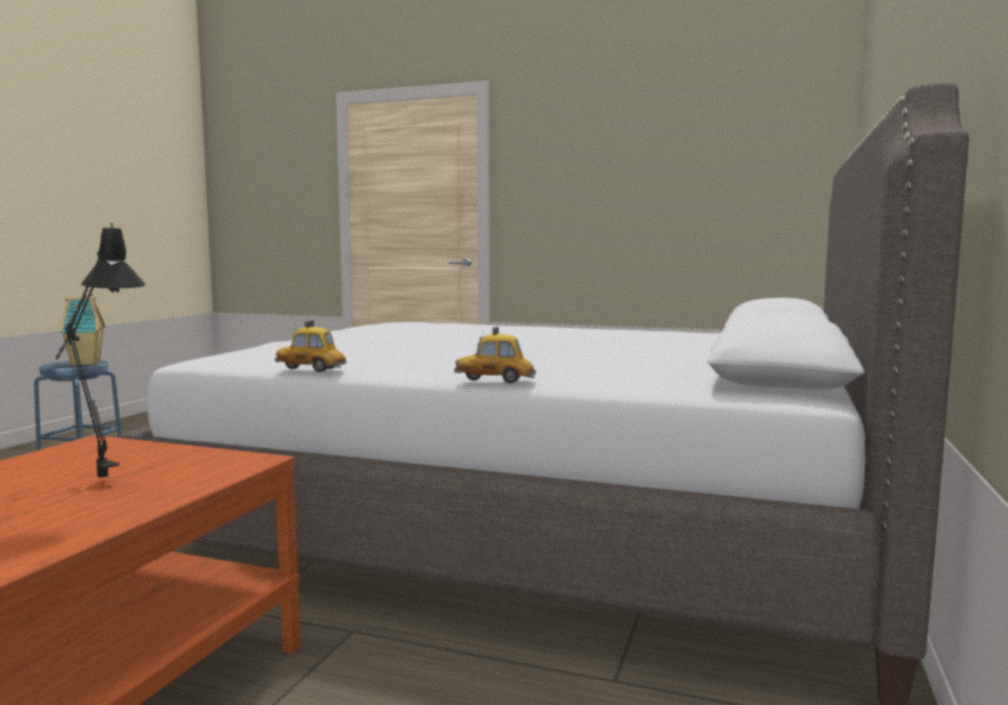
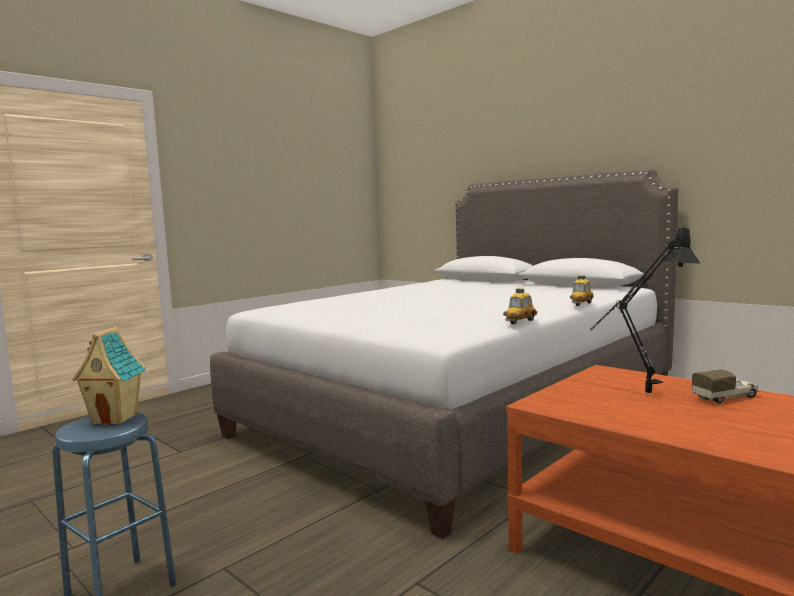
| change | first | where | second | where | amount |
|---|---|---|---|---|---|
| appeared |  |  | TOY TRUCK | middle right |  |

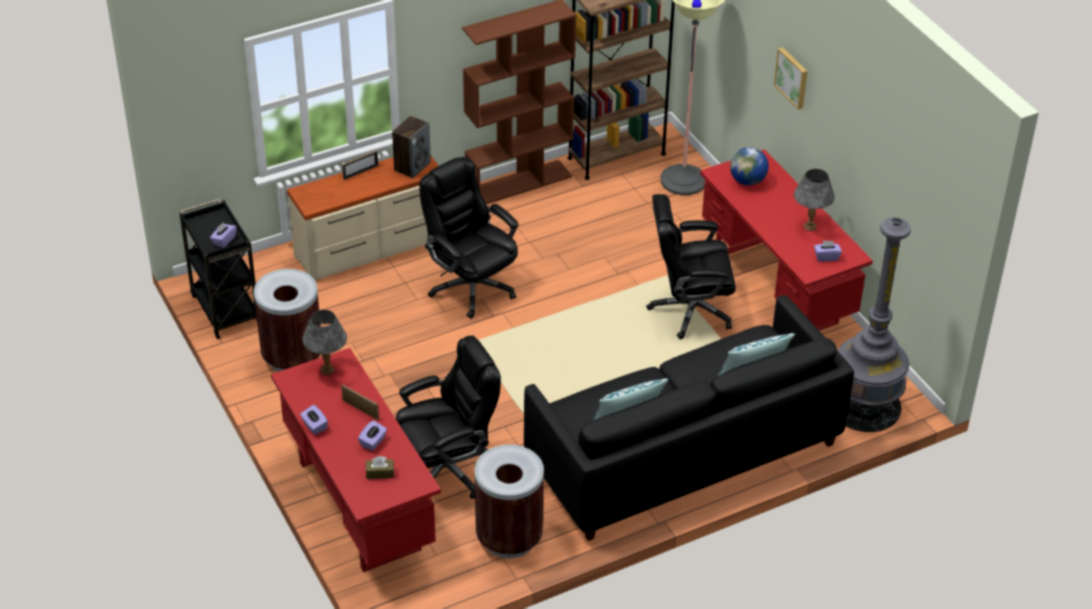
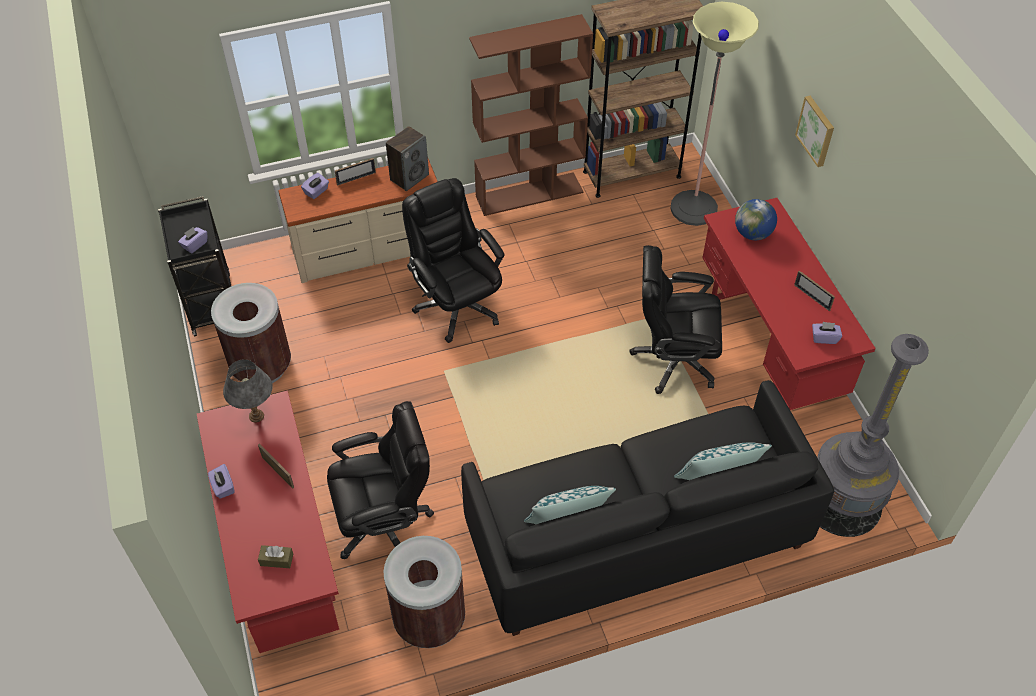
| change | first | where | second | where | amount |
|---|---|---|---|---|---|
| relocated | PURPLISH TISSUE BOX (no. 3 from left) | bottom centre |  | top left |  |
| exchanged | GREY LAMP FOR A TABLE (no. 2 from left) | top right | PICTURE FRAME (no. 3 from left) | middle right |  |

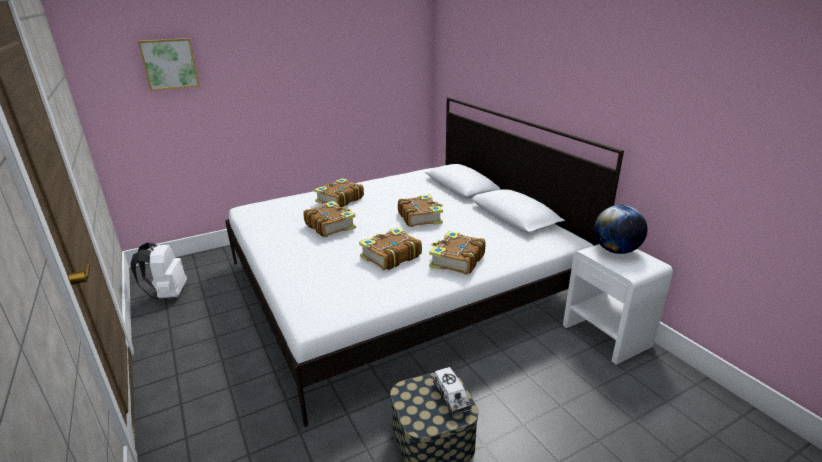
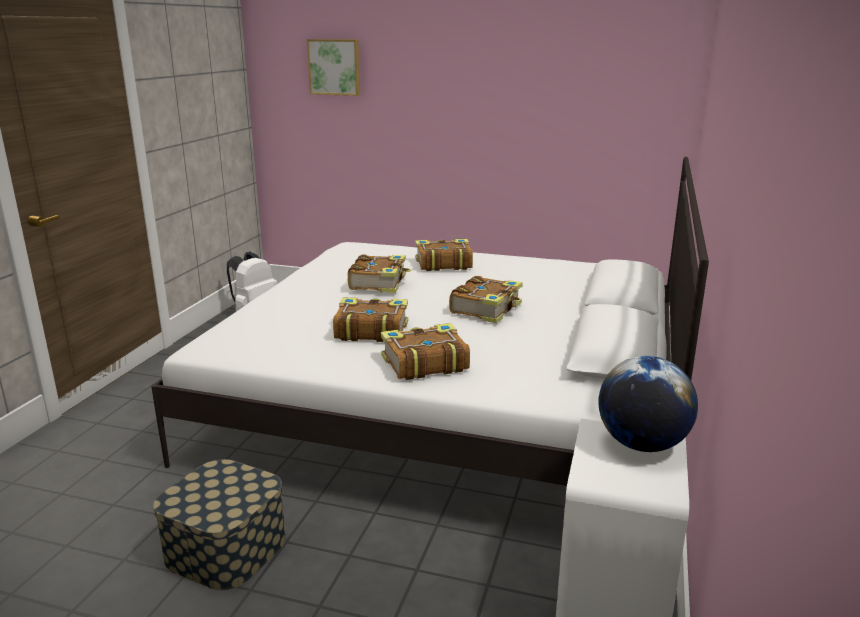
| change | first | where | second | where | amount |
|---|---|---|---|---|---|
| missing | TOY TRUCK | bottom centre |  |  |  |

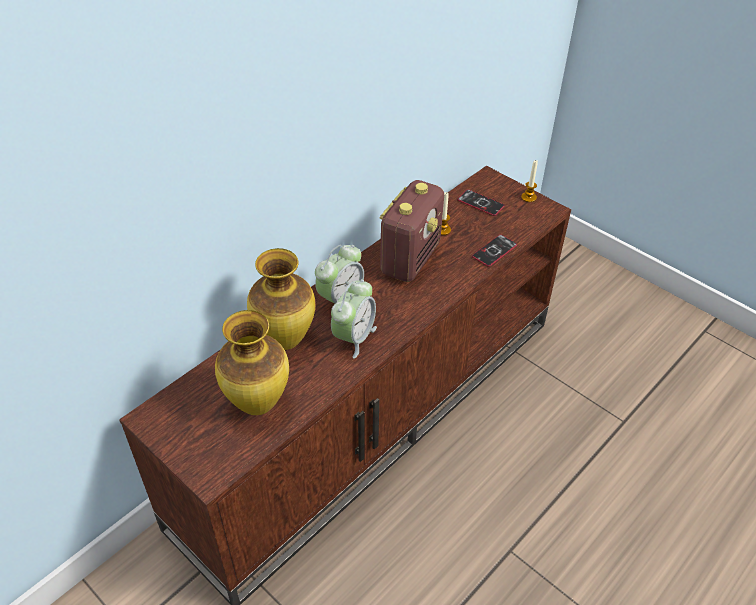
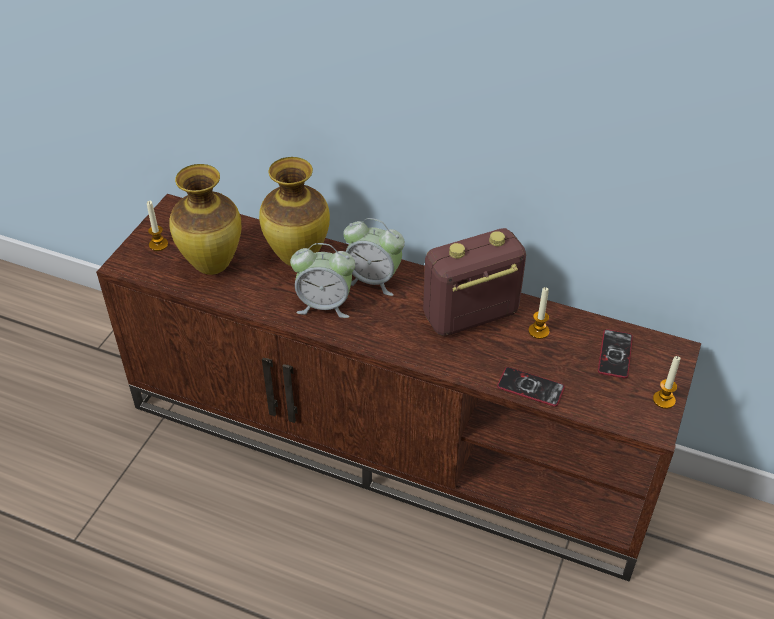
| change | first | where | second | where | amount |
|---|---|---|---|---|---|
| appeared |  |  | WAX CANDLE (no. 1 from left) | middle left |  |
| spun | RADIO SET | centre |  | centre | 150 degrees clockwise |

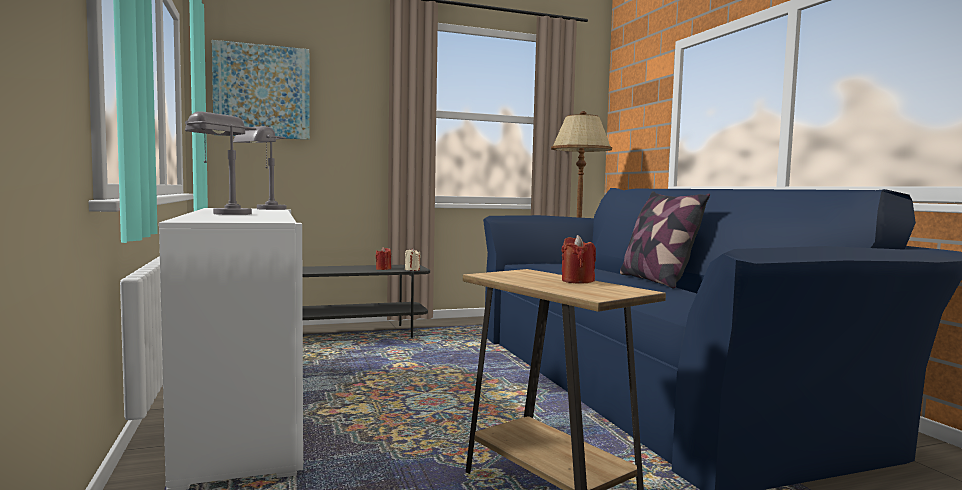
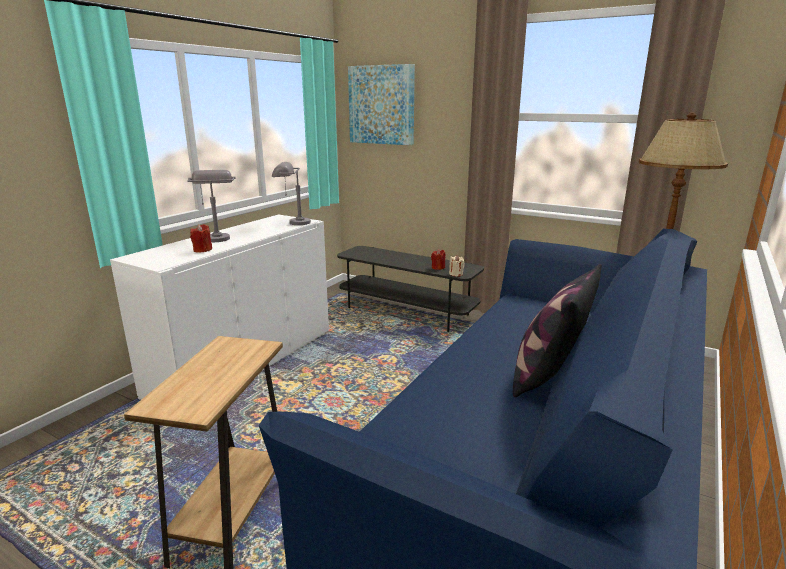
| change | first | where | second | where | amount |
|---|---|---|---|---|---|
| relocated | RED WAX CANDLE (no. 2 from left in the first image) | centre | RED WAX CANDLE (no. 1 from left) | middle left |  |

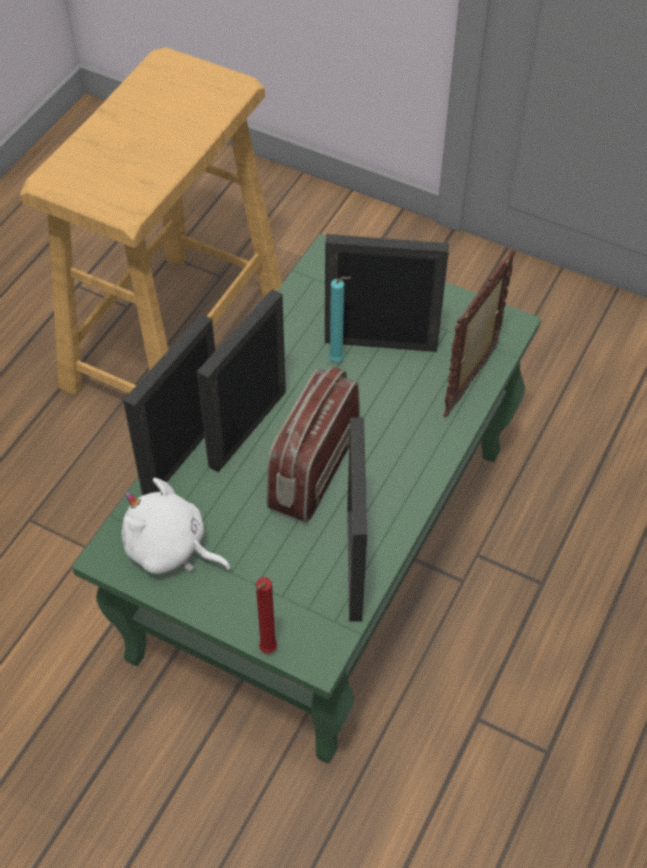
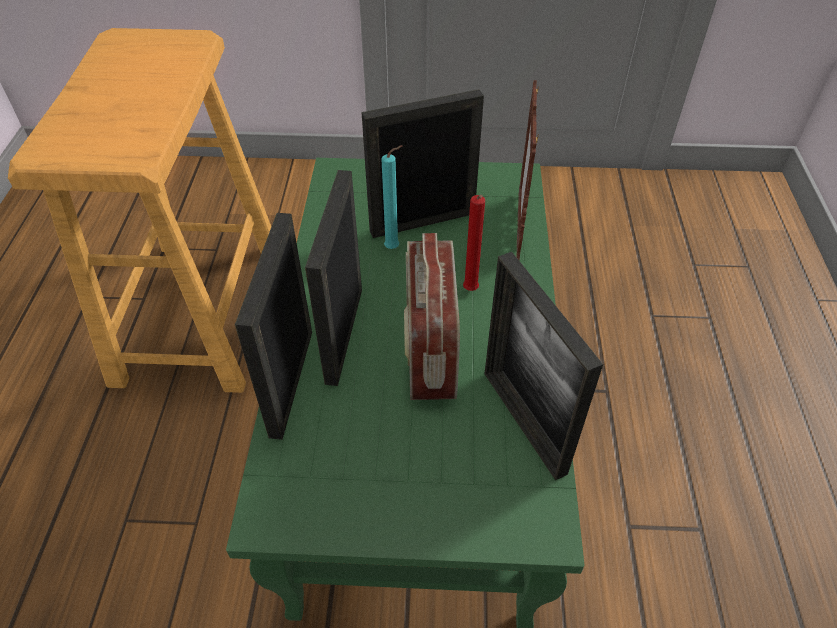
| change | first | where | second | where | amount |
|---|---|---|---|---|---|
| relocated | RED WAX CANDLE | bottom centre |  | centre |  |
| missing | WHITE SOFT TOY | middle left |  |  |  |

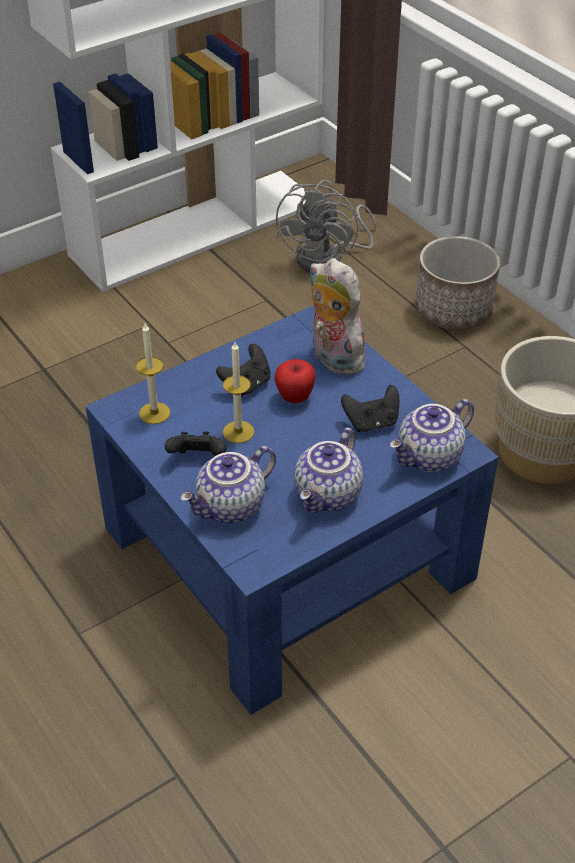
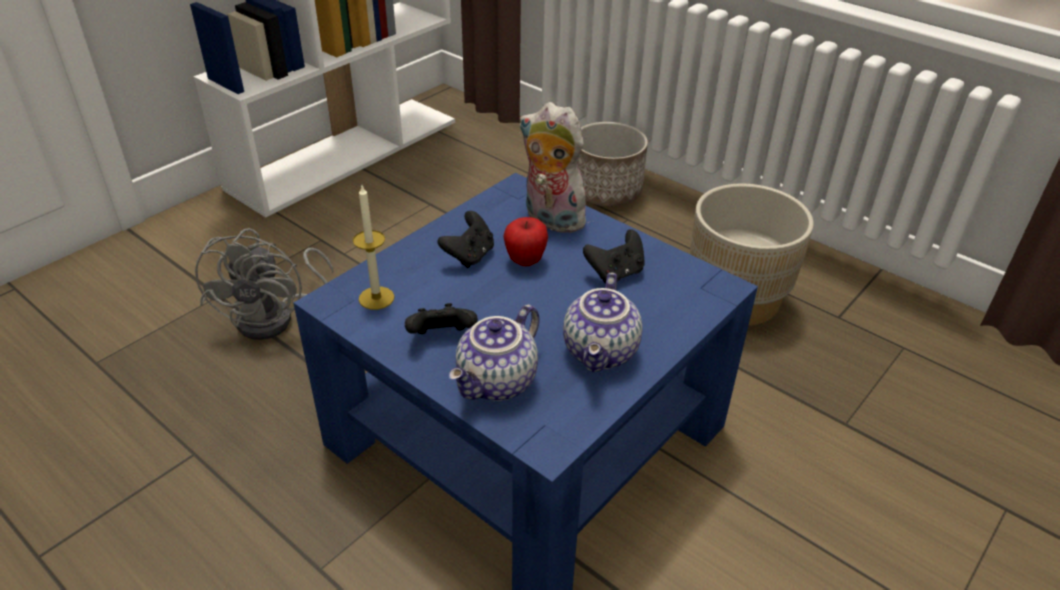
| change | first | where | second | where | amount |
|---|---|---|---|---|---|
| relocated | GREY FAN | top centre |  | middle left |  |
| missing | WAX CANDLE (no. 2 from left) | centre |  |  |  |
| missing | POT FOR TEA (no. 3 from left) | middle right |  |  |  |

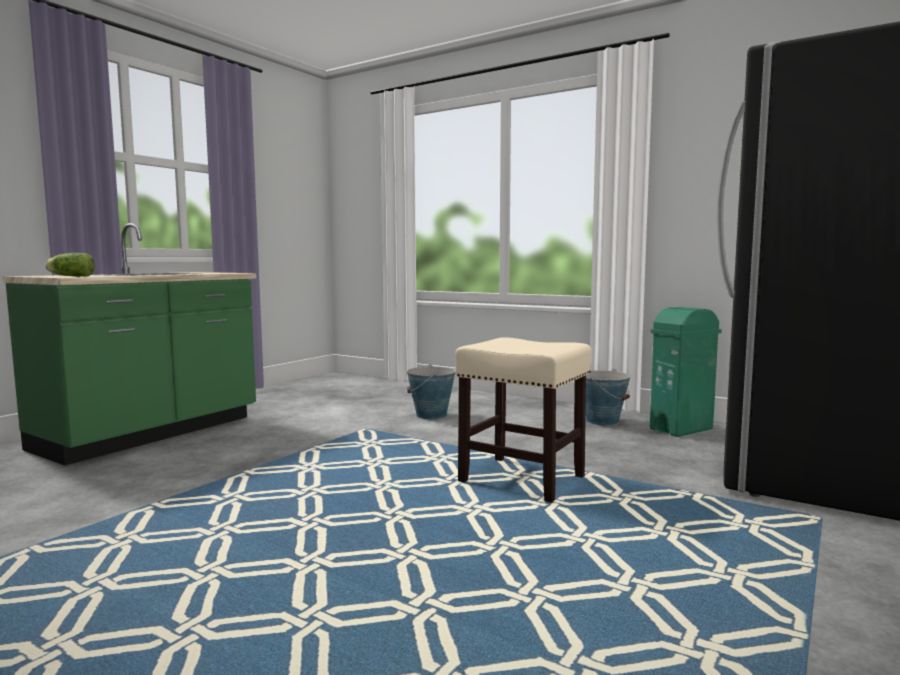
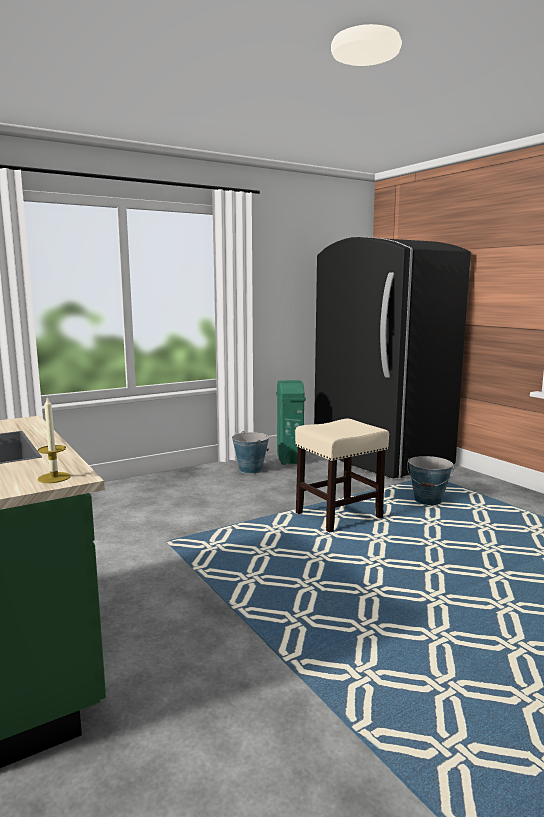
| change | first | where | second | where | amount |
|---|---|---|---|---|---|
| exchanged | HEAD OF LETTUCE | middle left | WAX CANDLE | middle left |  |
| relocated | PAIL (no. 1 from left in the first image) | centre | PAIL (no. 2 from left) | middle right |  |

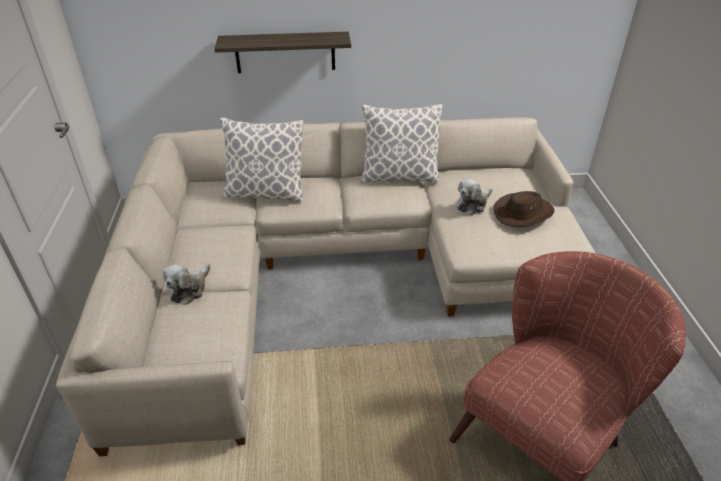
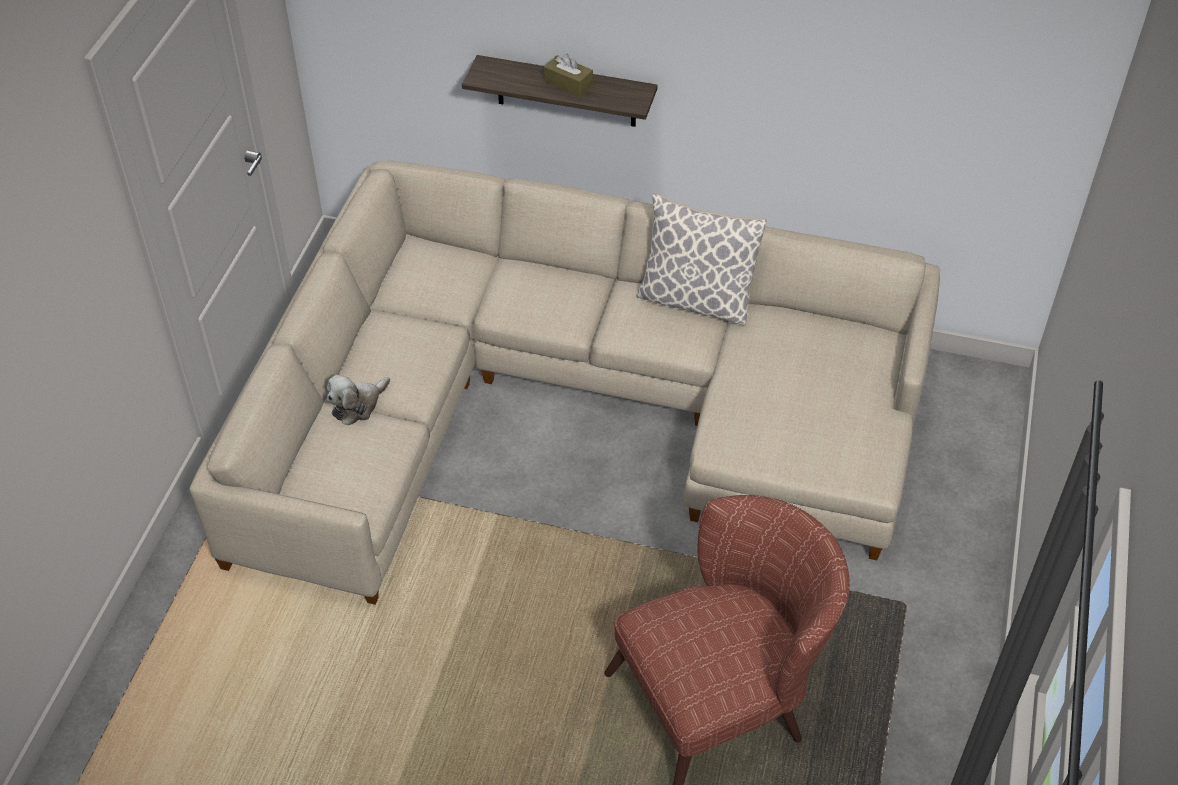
| change | first | where | second | where | amount |
|---|---|---|---|---|---|
| appeared |  |  | BROWNISH TISSUE BOX | top centre |  |
| missing | PILLOW (no. 1 from left) | top centre |  |  |  |
| missing | SOFT TOY (no. 2 from left) | centre |  |  |  |
| missing | BROWNISH WEARABLE HAT | middle right |  |  |  |

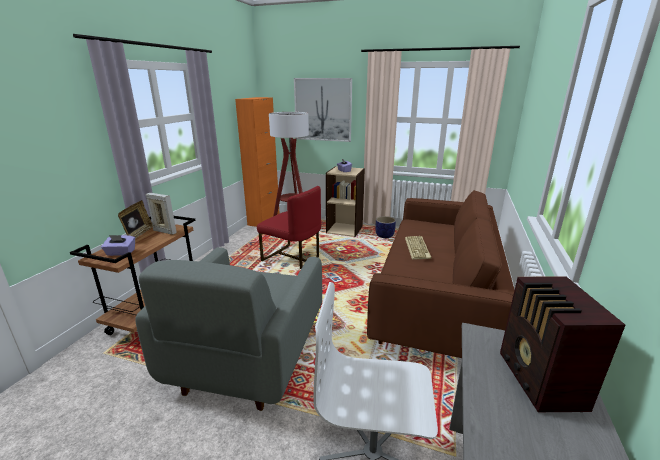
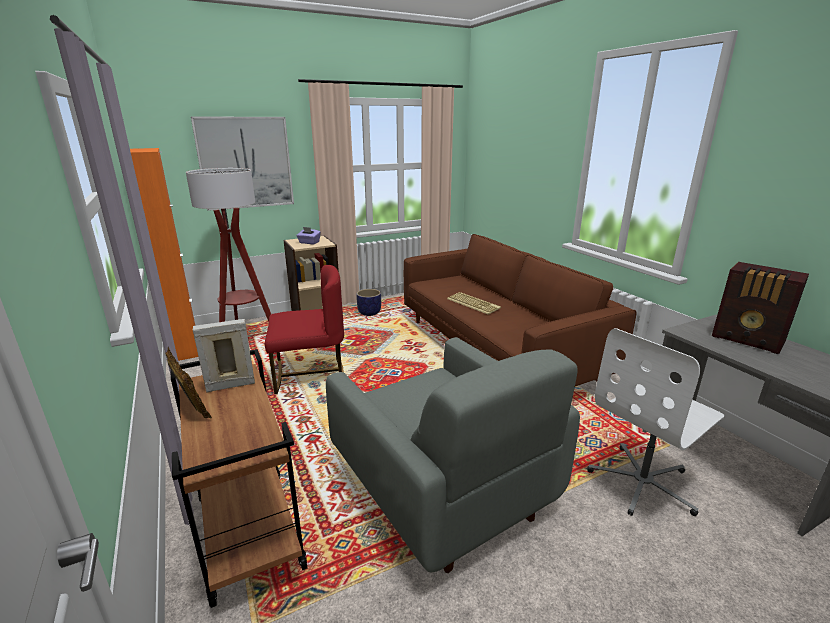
| change | first | where | second | where | amount |
|---|---|---|---|---|---|
| missing | PURPLISH TISSUE BOX (no. 1 from left) | middle left |  |  |  |

